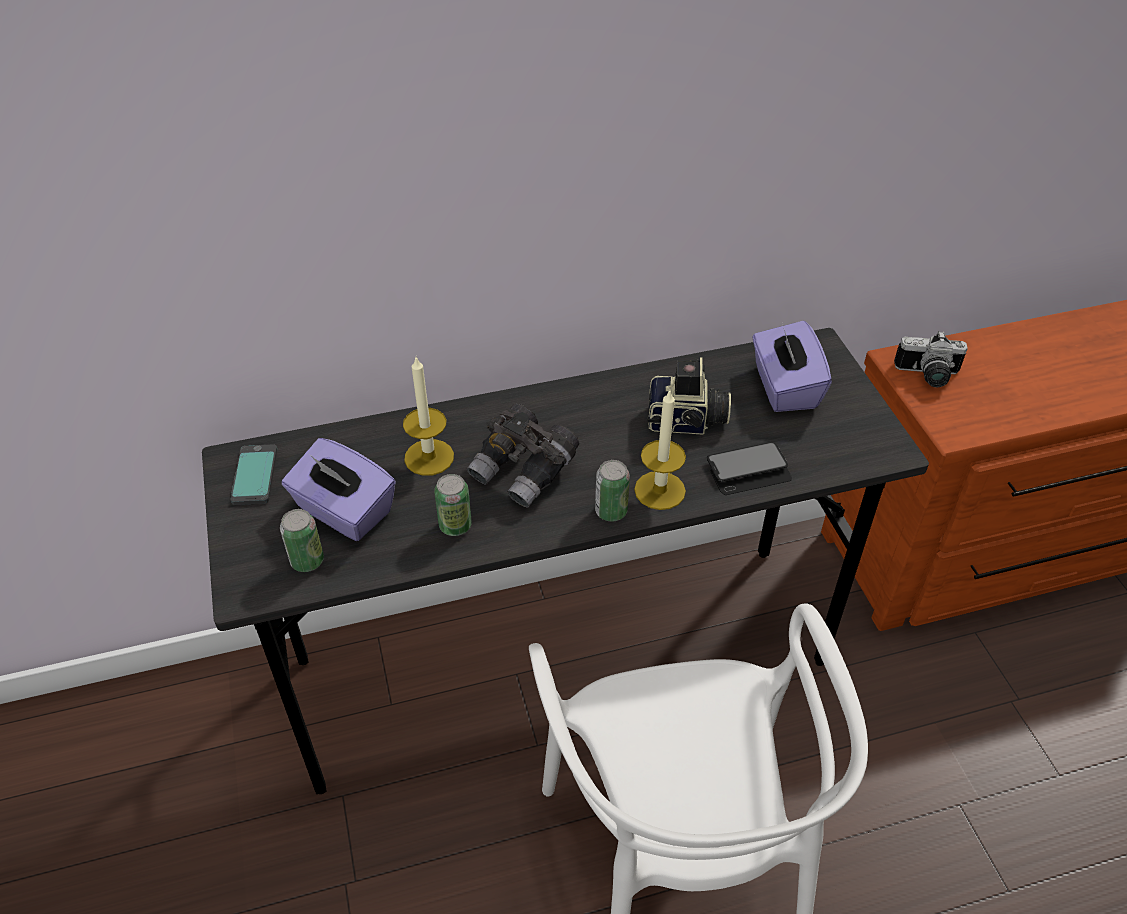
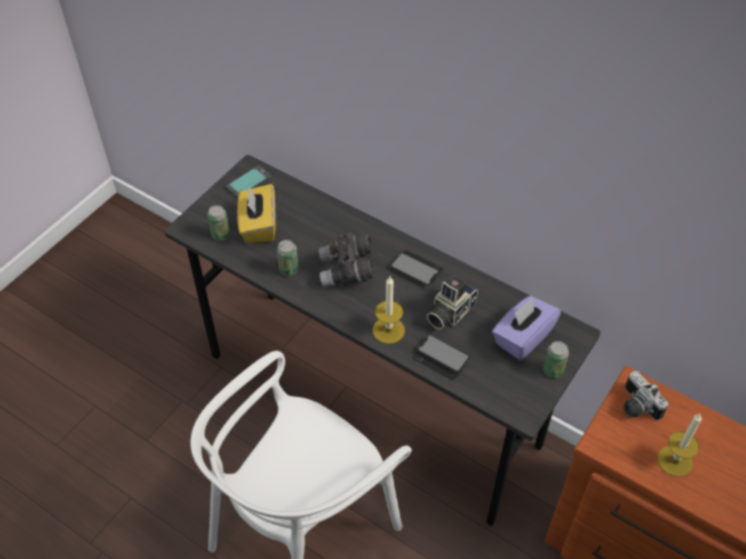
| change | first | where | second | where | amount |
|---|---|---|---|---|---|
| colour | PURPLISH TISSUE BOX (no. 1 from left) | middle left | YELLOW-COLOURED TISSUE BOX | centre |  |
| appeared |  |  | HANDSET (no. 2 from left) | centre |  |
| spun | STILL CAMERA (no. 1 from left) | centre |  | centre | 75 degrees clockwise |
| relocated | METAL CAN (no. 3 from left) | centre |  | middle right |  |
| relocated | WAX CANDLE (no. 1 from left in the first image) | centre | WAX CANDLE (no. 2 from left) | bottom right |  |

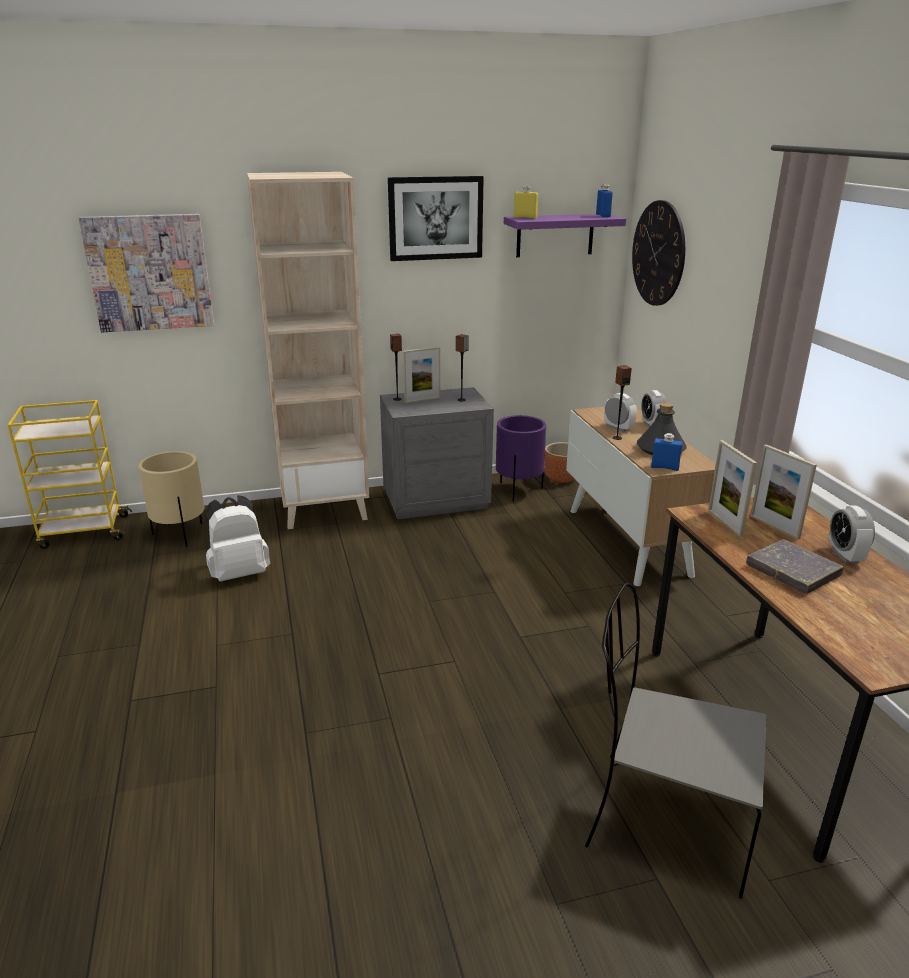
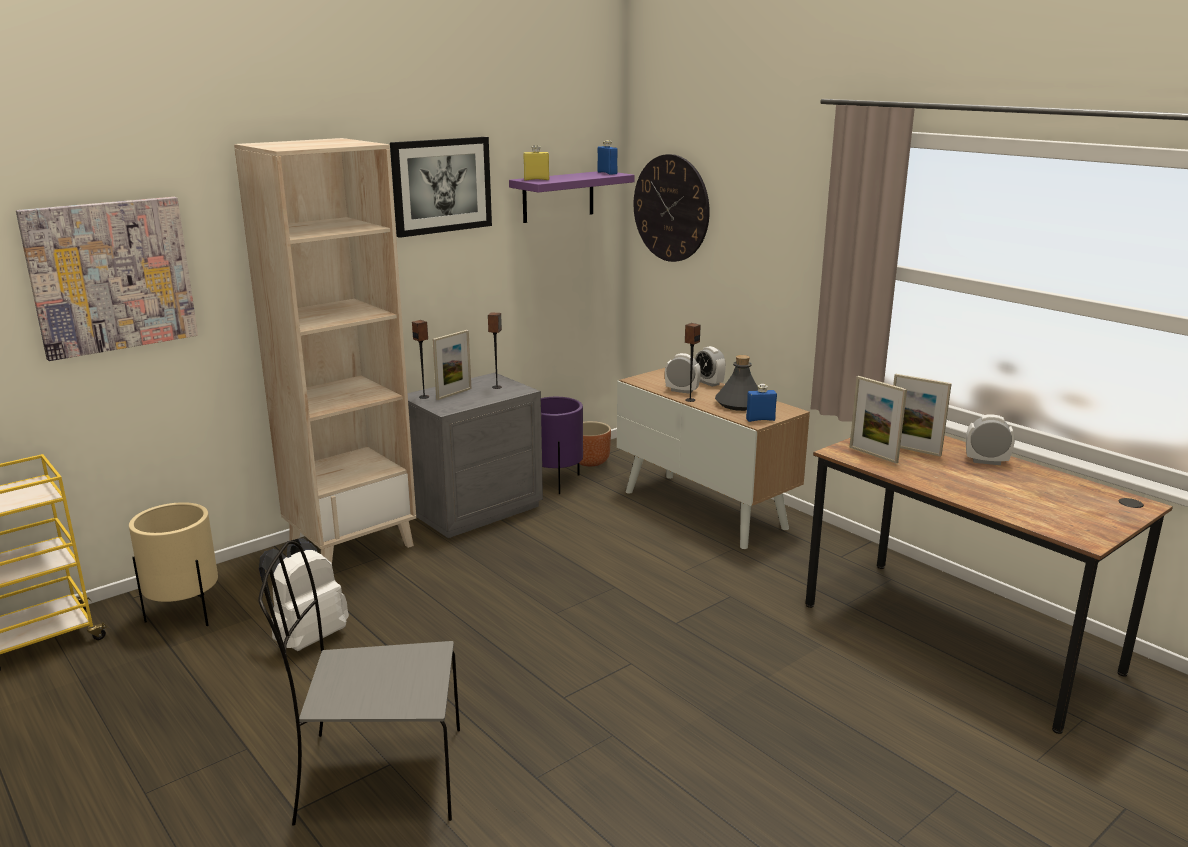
| change | first | where | second | where | amount |
|---|---|---|---|---|---|
| relocated | GREY UPRIGHT CHAIR | bottom right |  | bottom left |  |
| spun | TABLE CLOCK (no. 3 from left) | middle right |  | middle right | 135 degrees clockwise |
| missing | GREY VOLUME | middle right |  |  |  |

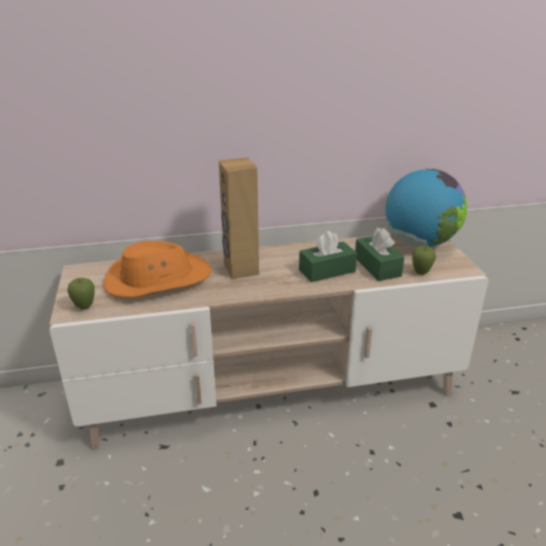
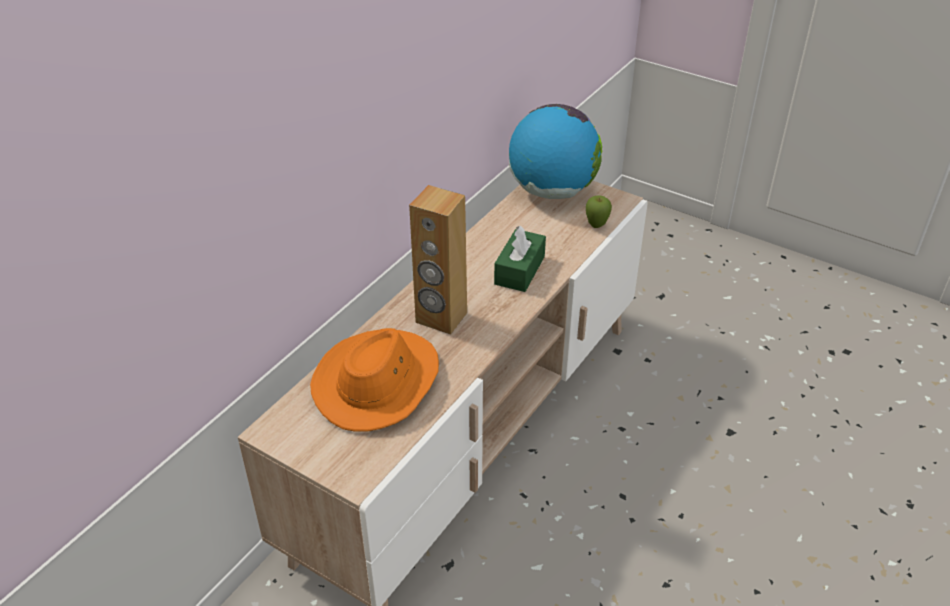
| change | first | where | second | where | amount |
|---|---|---|---|---|---|
| missing | APPLE FRUIT (no. 1 from left) | middle left |  |  |  |
| missing | GREEN-COLOURED TISSUE BOX (no. 2 from left) | middle right |  |  |  |

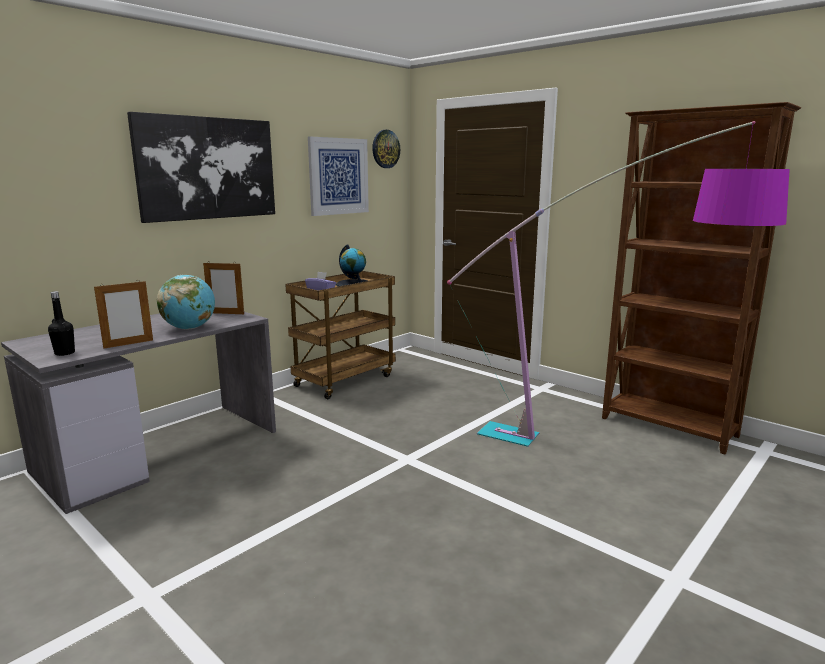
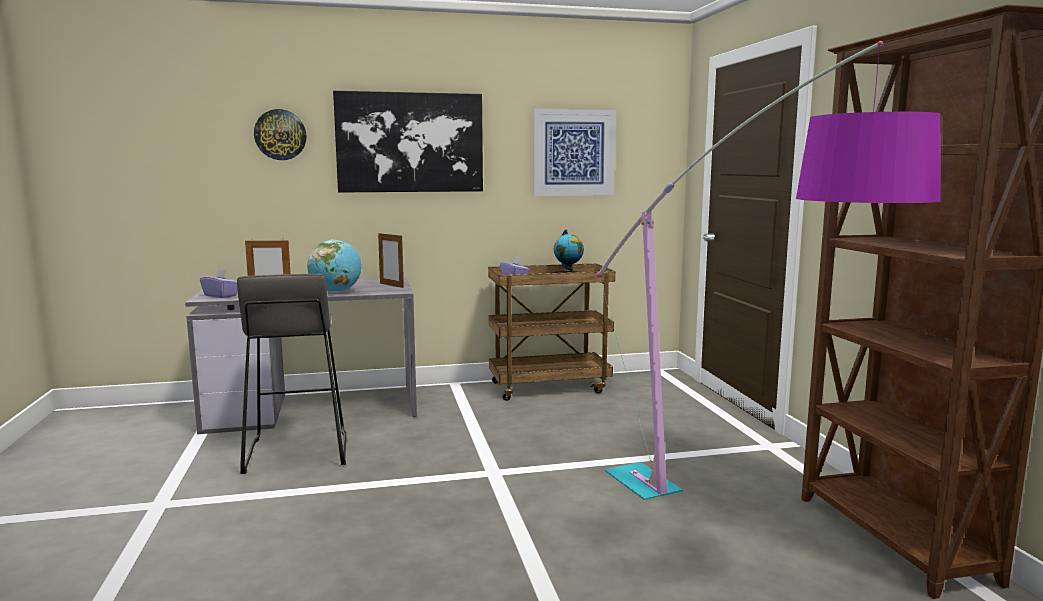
| change | first | where | second | where | amount |
|---|---|---|---|---|---|
| exchanged | BLACK-COLOURED BOTTLE | middle left | PURPLISH TISSUE BOX (no. 1 from left) | middle left |  |
| appeared |  |  | GREY STOOL SEAT | middle left |  |
| relocated | CLOCK ON THE WALL | top centre |  | top left |  |

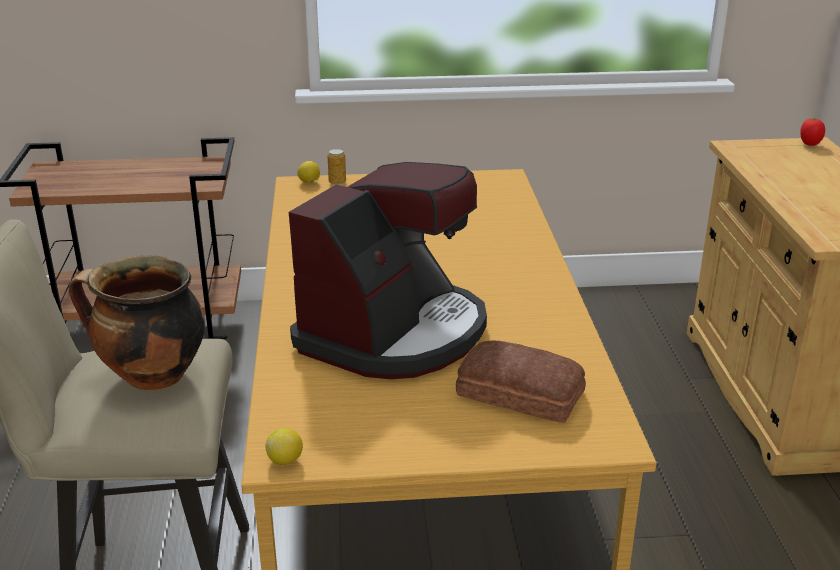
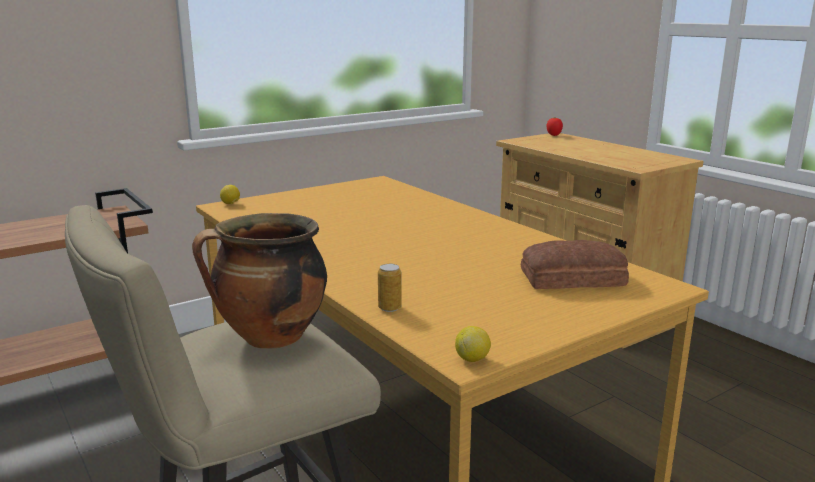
| change | first | where | second | where | amount |
|---|---|---|---|---|---|
| relocated | METAL CAN | top centre |  | centre |  |
| missing | COFFEE BREWER | centre |  |  |  |

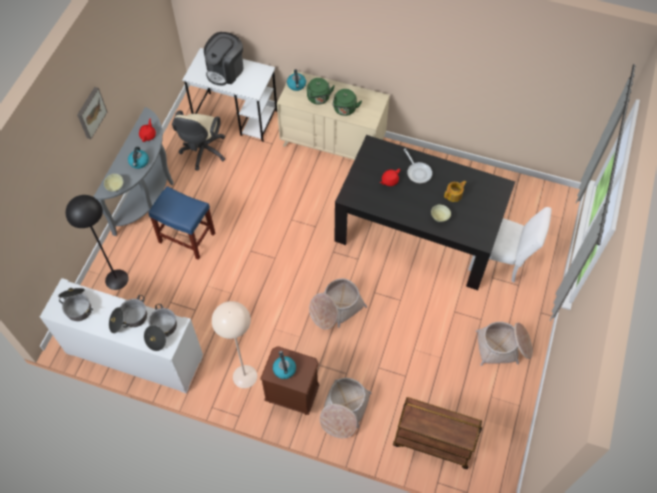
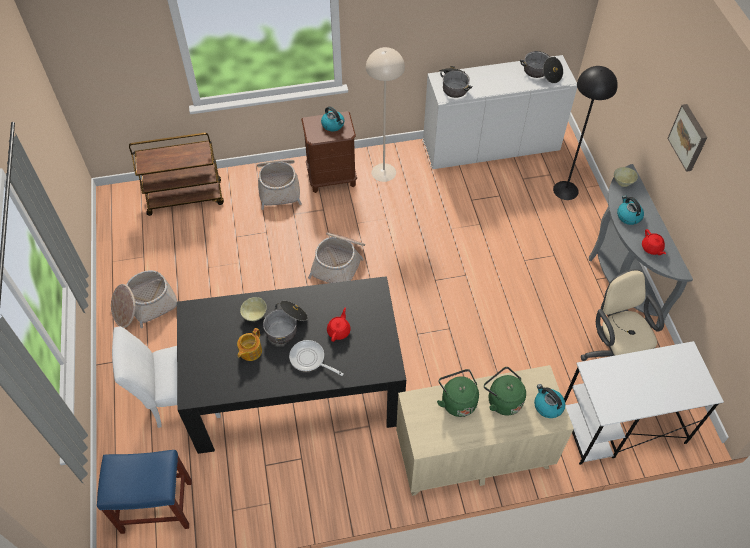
| change | first | where | second | where | amount |
|---|---|---|---|---|---|
| relocated | BLUE STOOL SEAT | middle left |  | bottom left |  |
| relocated | COOKING POT (no. 2 from left in the first image) | middle left | COOKING POT (no. 1 from left) | centre |  |
| missing | COFFEE BREWER | top centre |  |  |  |

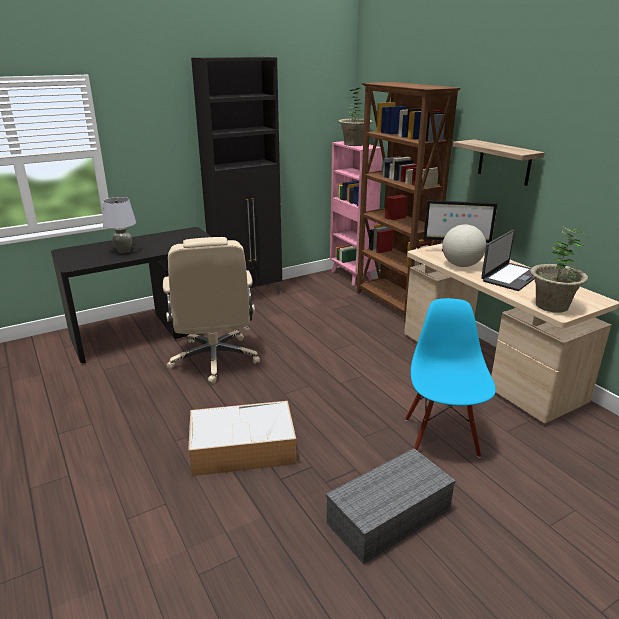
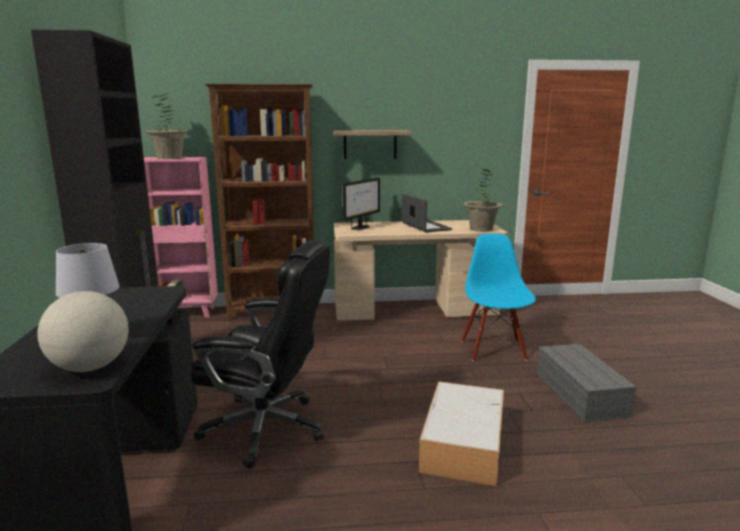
| change | first | where | second | where | amount |
|---|---|---|---|---|---|
| relocated | DESK GLOBE | middle right |  | middle left |  |
| colour | BEIGE COMPUTER CHAIR | centre | BLACK-COLOURED COMPUTER CHAIR | bottom centre |  |
| spun | BLUE UPRIGHT CHAIR | middle right |  | middle right | 60 degrees clockwise |

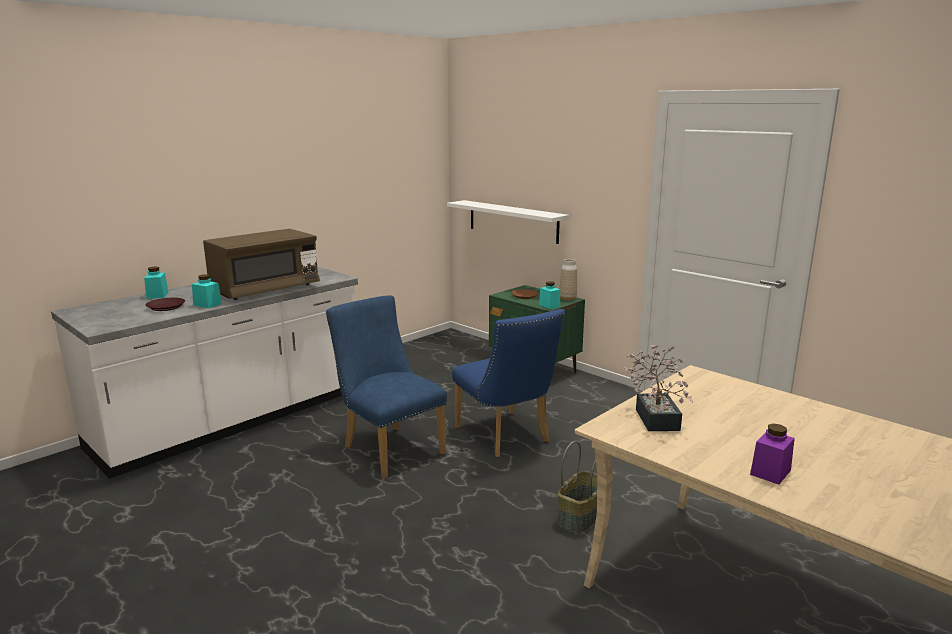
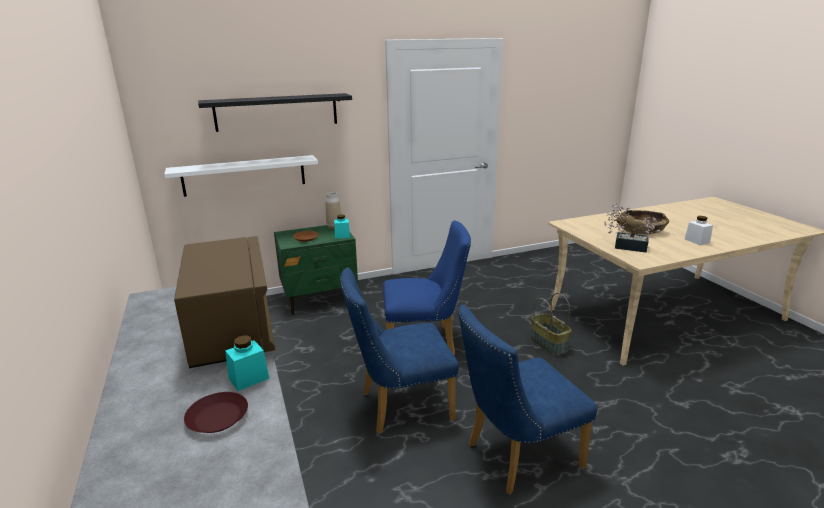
| change | first | where | second | where | amount |
|---|---|---|---|---|---|
| appeared |  |  | BLACK-COLOURED BRACKET SHELF | top centre |  |
| appeared |  |  | BLUE UPRIGHT CHAIR (no. 3 from left) | bottom centre |  |
| appeared |  |  | BROWNISH SERVING BOWL | middle right |  |
| colour | PURPLISH JAR | bottom right | WHITE JAR | middle right |  |
| missing | TURQUOISE JAR (no. 1 from left) | middle left |  |  |  |

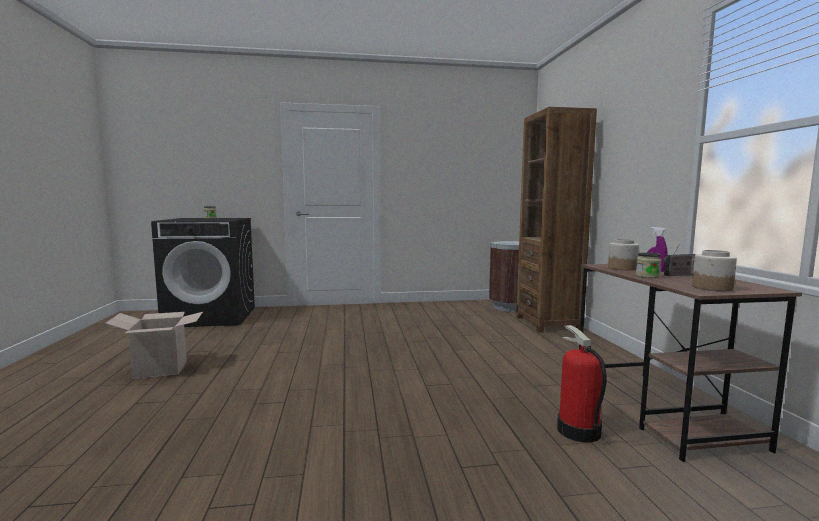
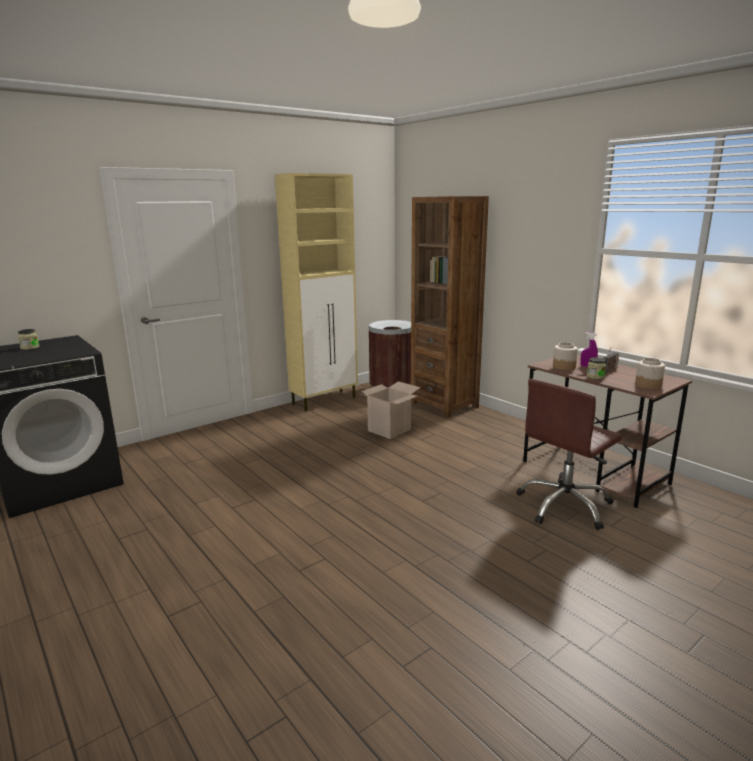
| change | first | where | second | where | amount |
|---|---|---|---|---|---|
| appeared |  |  | BEIGE CABINET | centre |  |
| relocated | CARTON | middle left |  | centre |  |
| exchanged | FIRE-FIGHTING CYLINDER | bottom right | BROWNISH COMPUTER CHAIR | middle right |  |

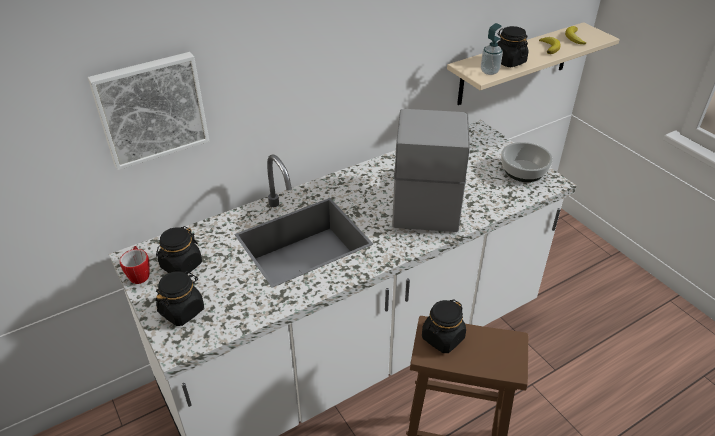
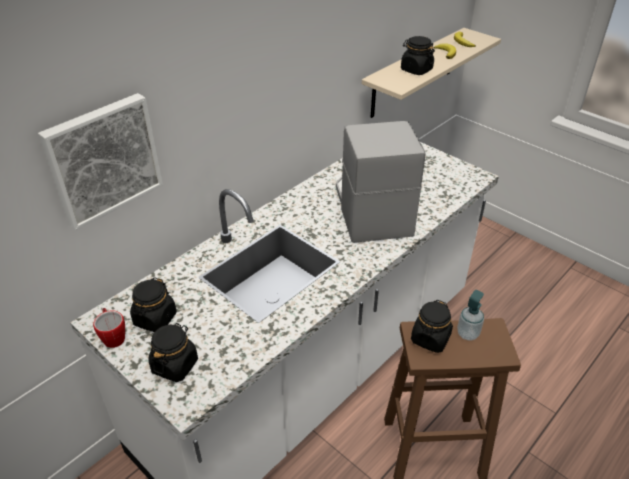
| change | first | where | second | where | amount |
|---|---|---|---|---|---|
| relocated | LIQUID SOAP BOTTLE | top right |  | middle right |  |
| missing | SERVING BOWL | middle right |  |  |  |

